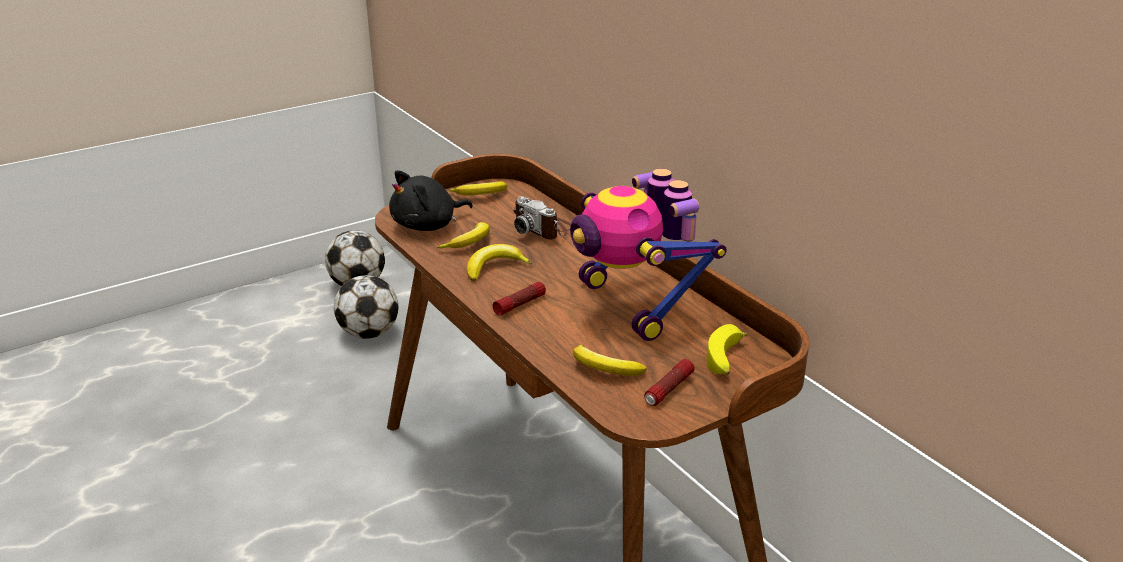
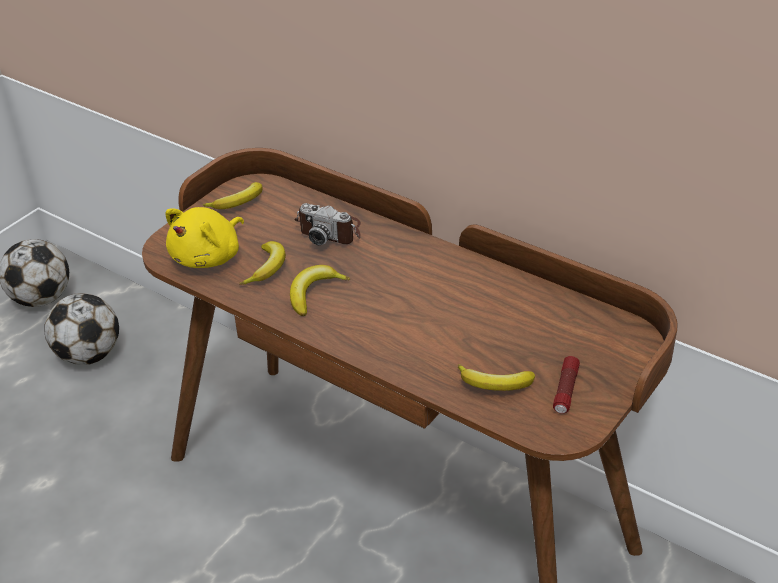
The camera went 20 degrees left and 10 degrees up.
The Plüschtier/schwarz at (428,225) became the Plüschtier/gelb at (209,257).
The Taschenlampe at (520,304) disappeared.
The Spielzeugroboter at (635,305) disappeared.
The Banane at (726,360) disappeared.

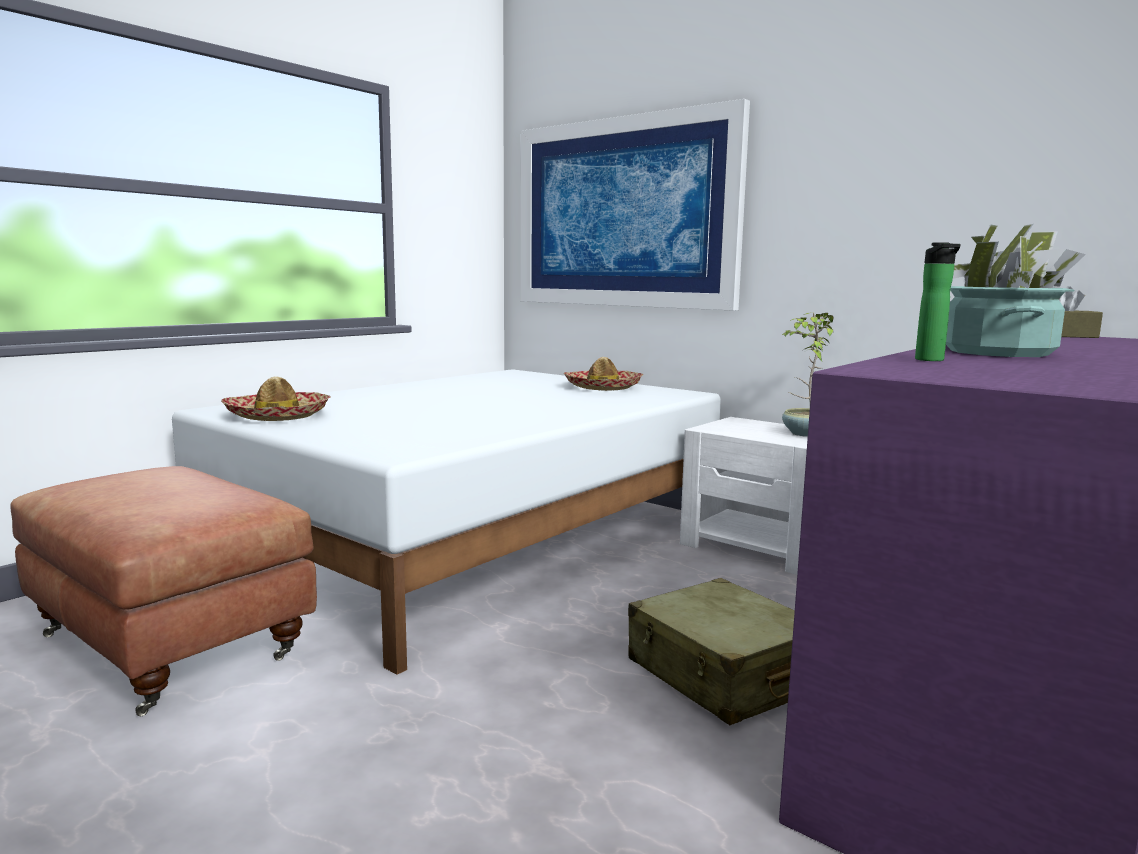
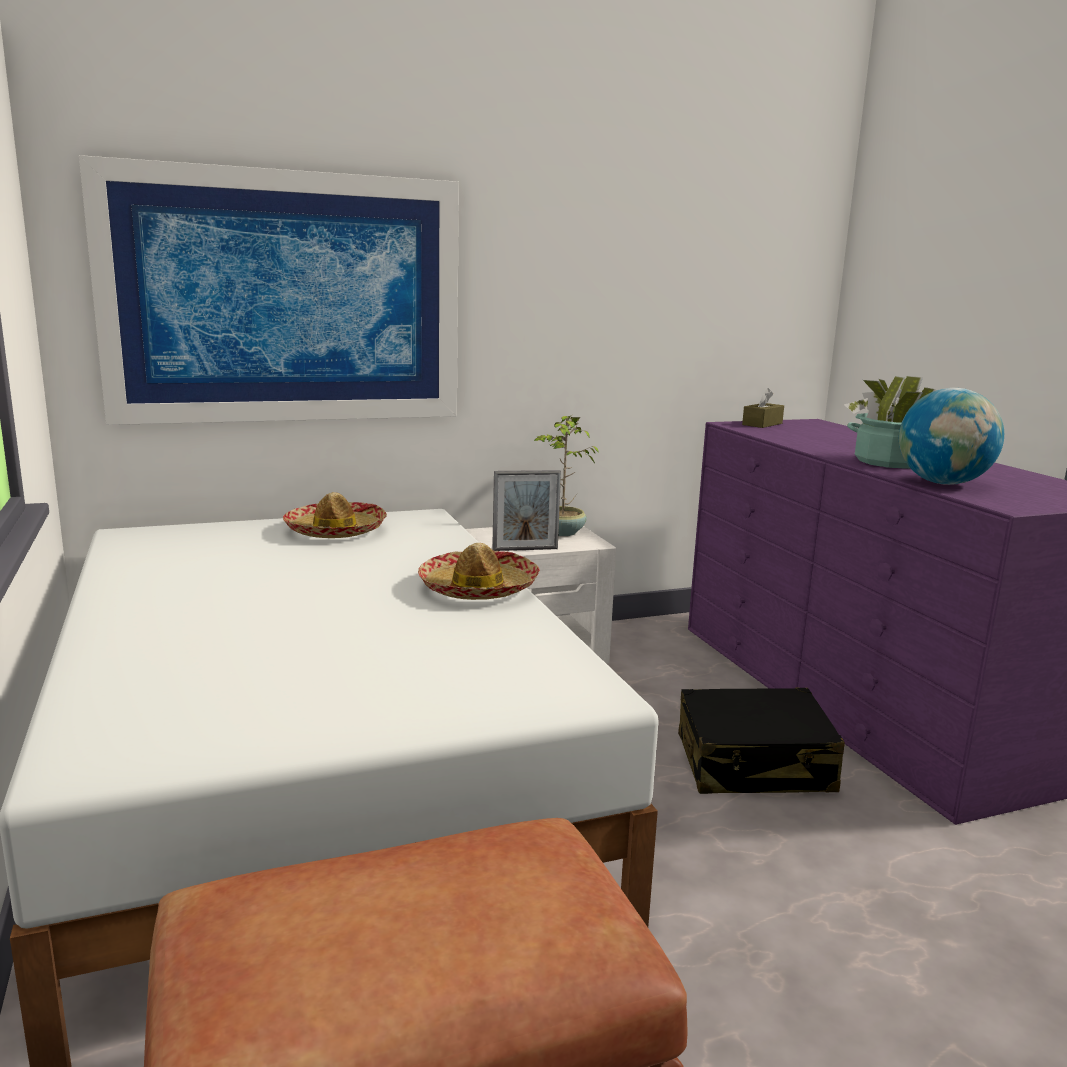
The camera went 60 degrees left and 5 degrees up.
The Hut moved from (278,416) to (478,588).
The Koffer/beige at (724,675) became the Koffer/schwarz at (754,764).
The Flasche at (931,360) was replaced by the Globus at (942,483).
The Bilderrahmen at (525,549) appeared.

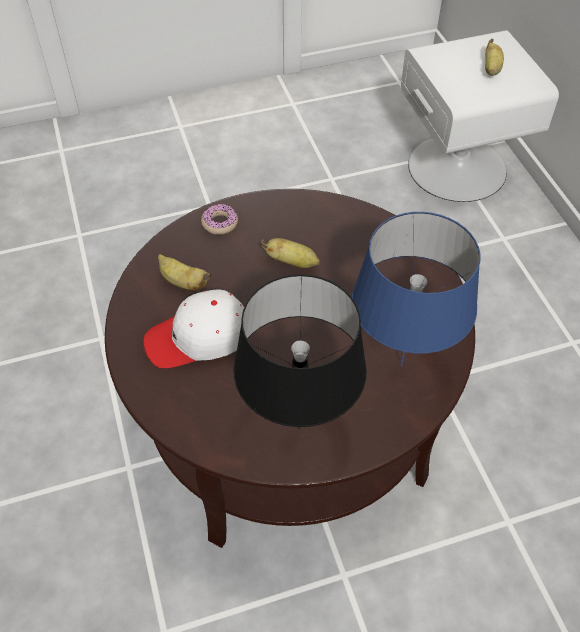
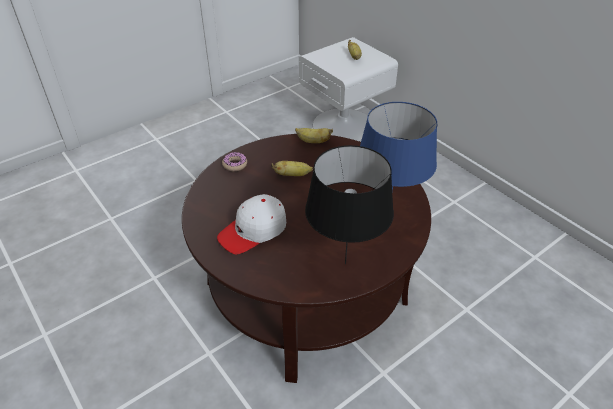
The camera went 20 degrees left and 10 degrees down.
The Banane moved from (183,282) to (313,141).

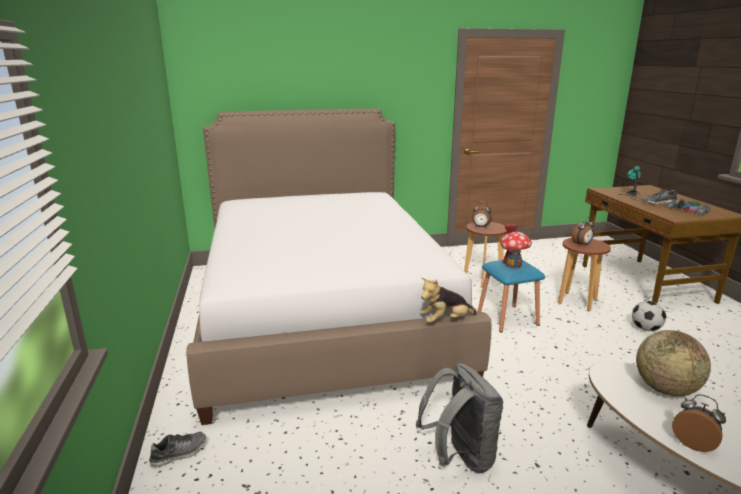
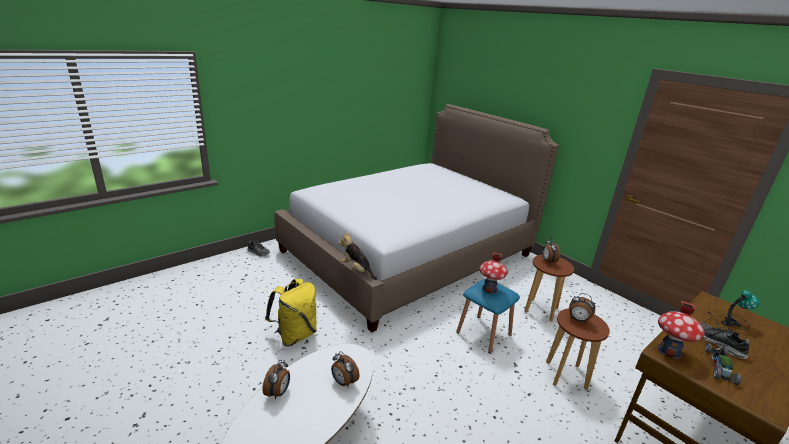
The camera went 60 degrees right and 5 degrees up.
The Rucksack/grau at (460,457) became the Rucksack/gelb at (295,335).
The Fußball at (645,329) disappeared.
The Globus at (665,389) was replaced by the Wecker at (343,382).
The Spielzeughaus at (669,351) appeared.

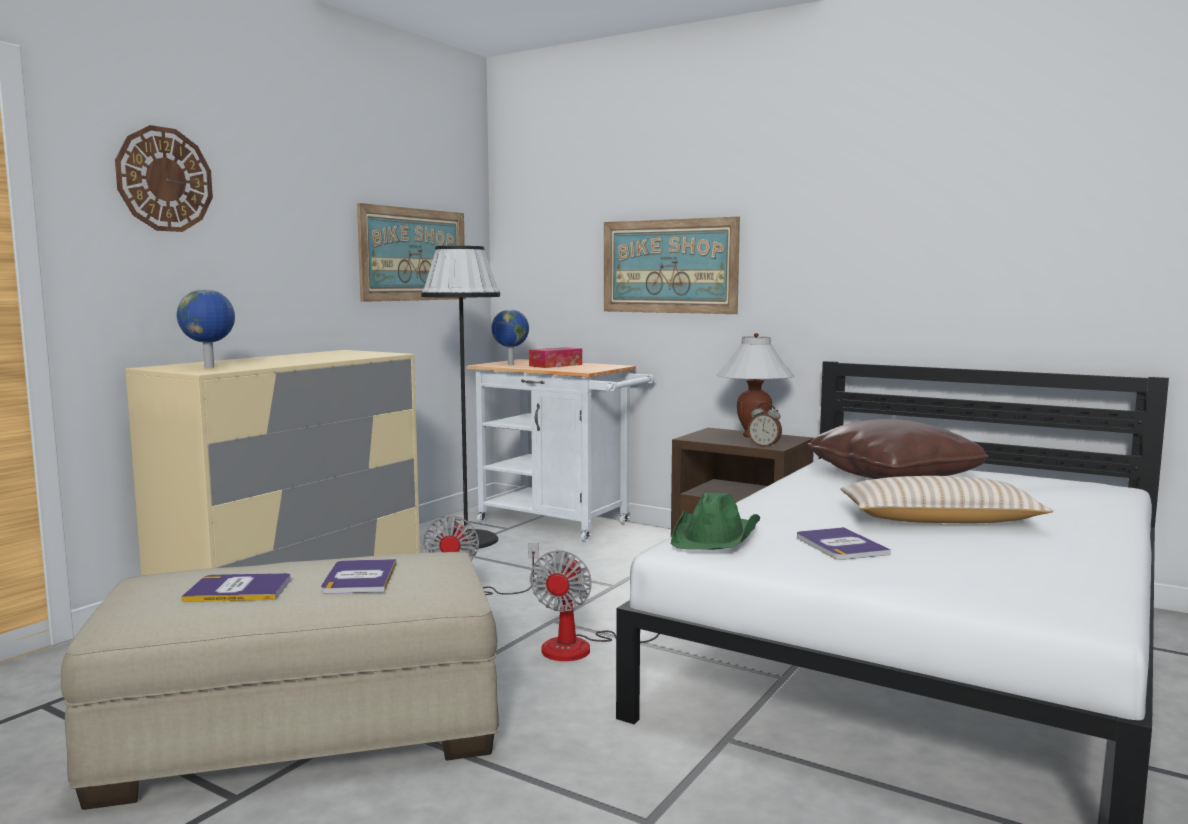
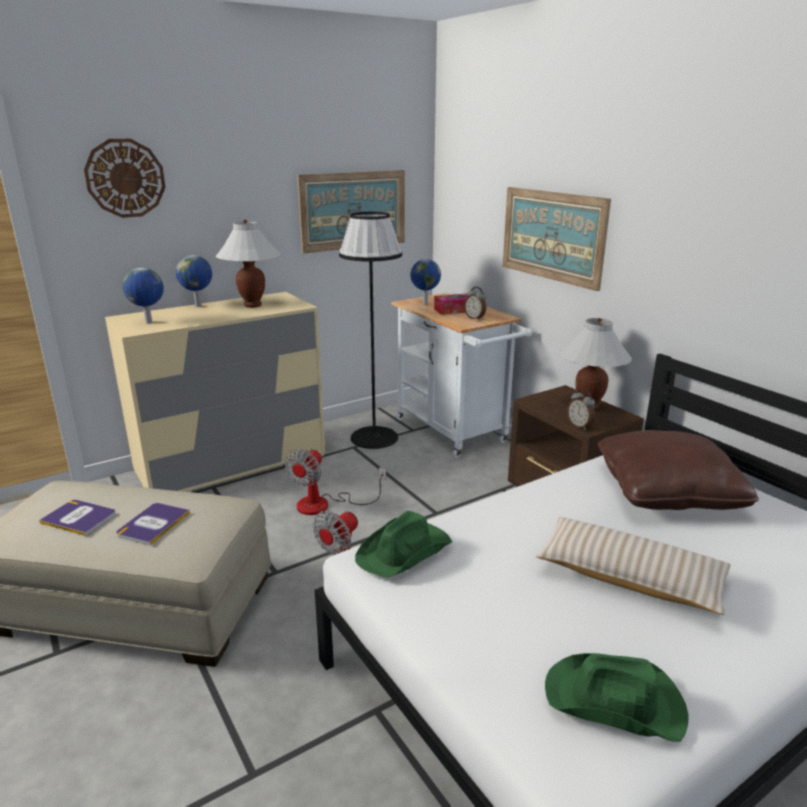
The camera went 25 degrees right and 15 degrees up.
The Buch at (840,545) disappeared.
The Globus at (199,306) appeared.
The Tischlampe/weiß at (253,305) appeared.
The Wecker at (475,318) appeared.
The Hut/grün at (615,702) appeared.

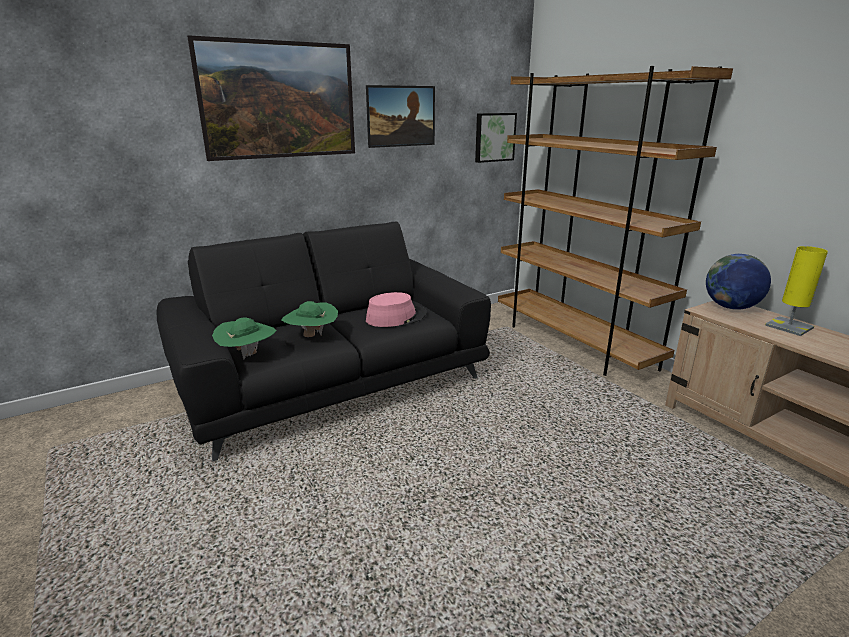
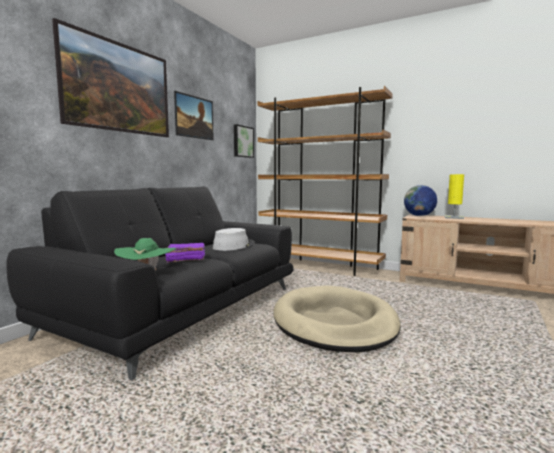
The camera went 30 degrees left and 15 degrees down.
The Hut/grün at (311,336) was replaced by the Buch/lila at (185,259).
The Hut/rosa at (396,317) became the Hut/grau at (234,246).
The Hundebett/beige at (334,323) appeared.

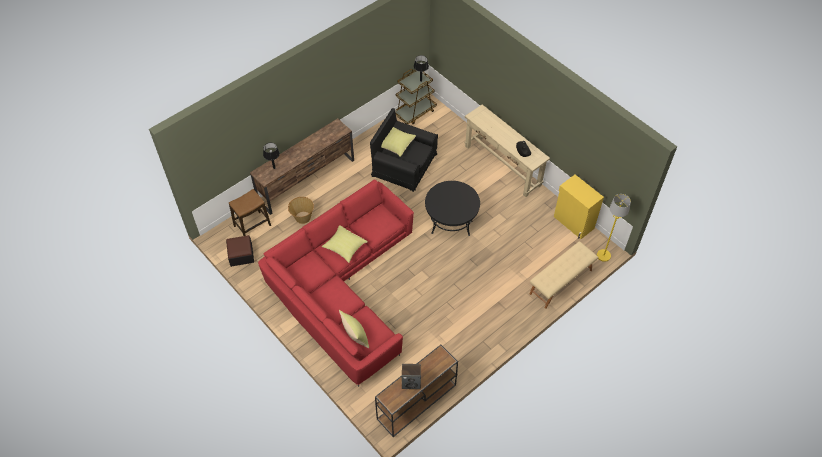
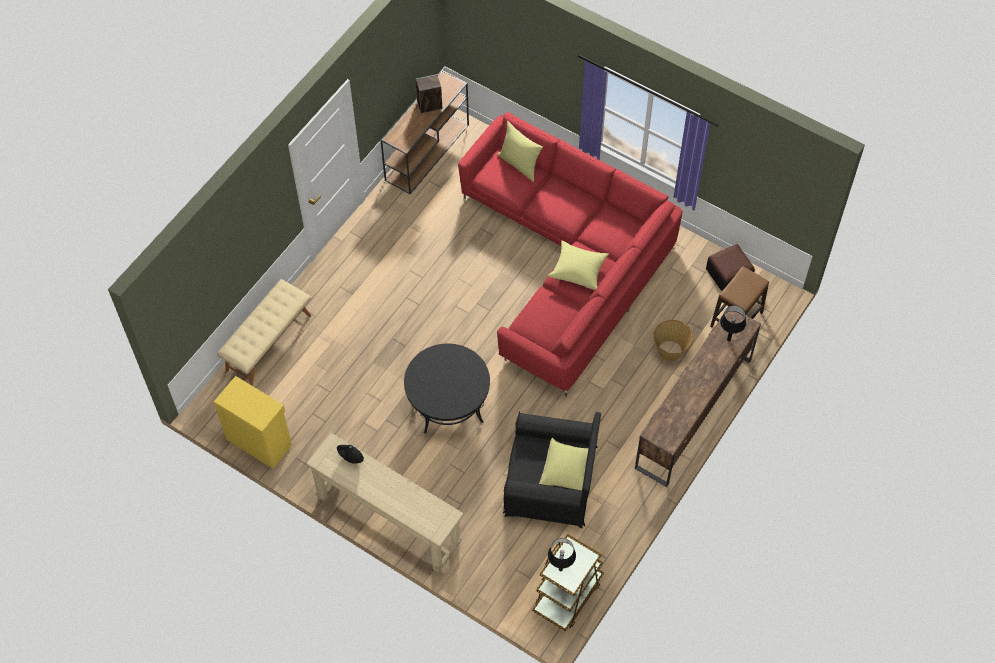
The camera went 165 degrees right and 5 degrees up.
The Stehlampe/gelb at (603,256) disappeared.

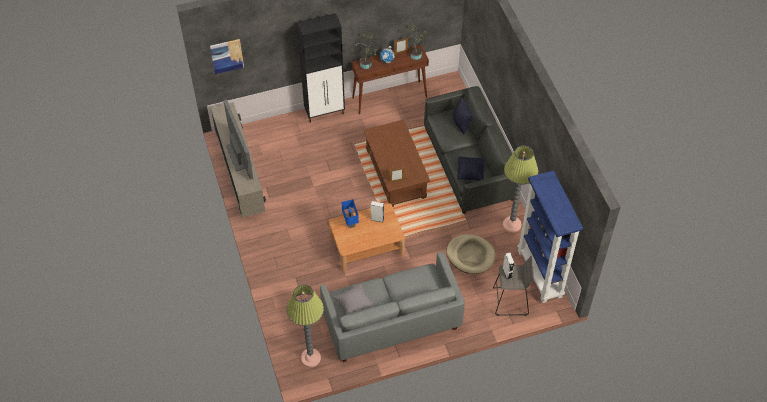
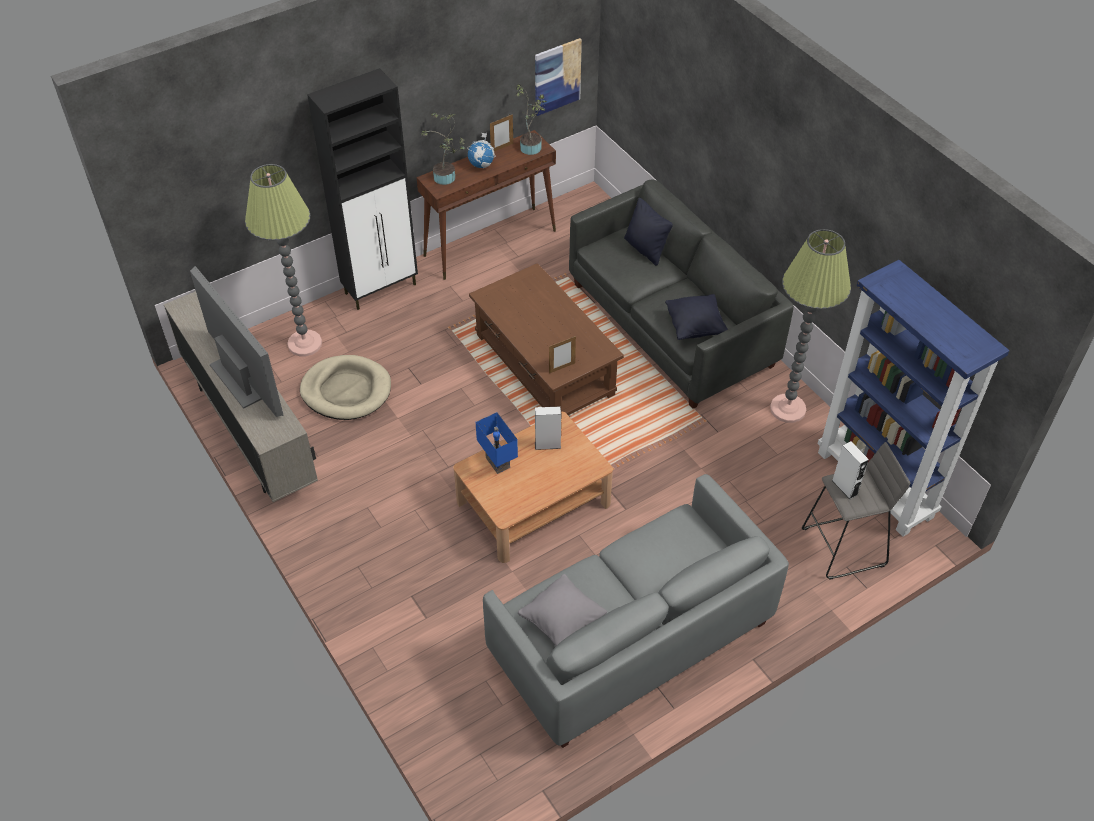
The camera went 15 degrees left and 5 degrees down.
The Bild moved from (227,56) to (557,76).
The Stehlampe moved from (310,358) to (305,344).
The Hundebett/beige moved from (470,255) to (346,390).

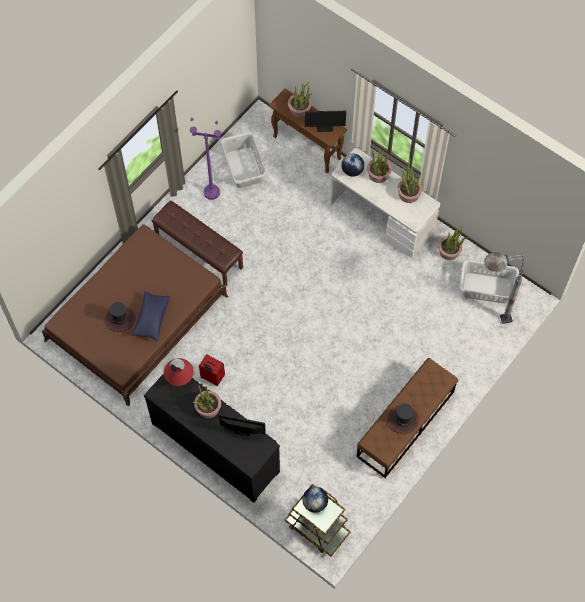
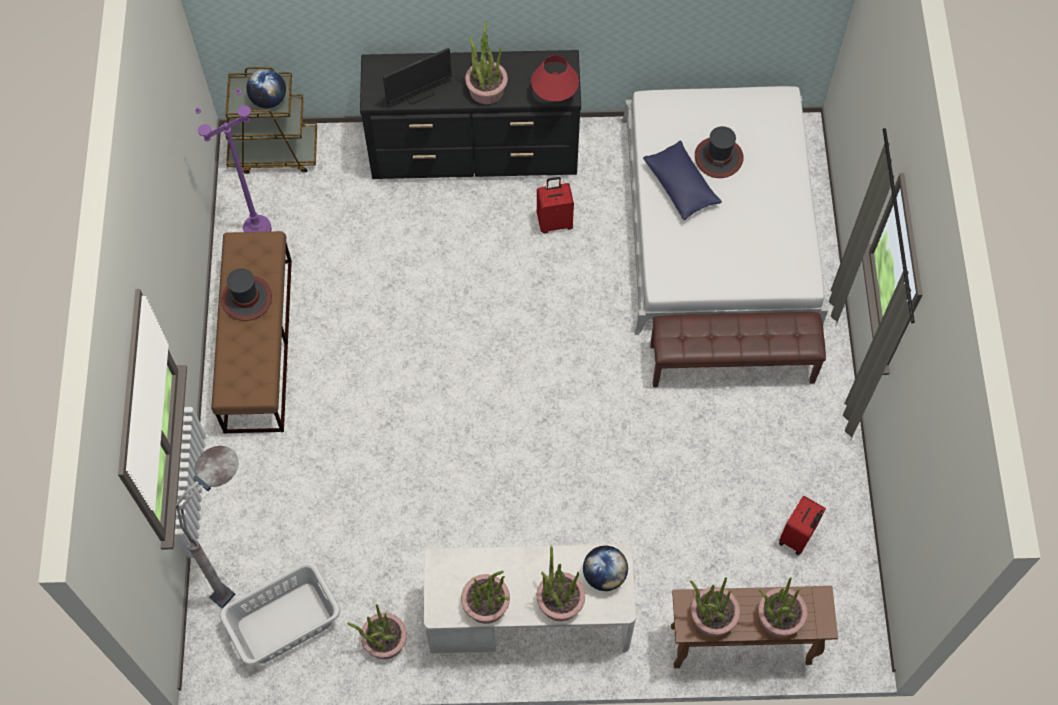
The camera went 140 degrees right and 0 degrees up.
The Bett/braun at (137,318) became the Bett/weiß at (719,221).
The Stehlampe/lila moved from (212,192) to (257,229).
The Wäschekorb/grau at (244,167) was replaced by the Koffer/rot at (797,536).
The Monitor at (324,127) was replaced by the Topfpflanze at (712,616).

